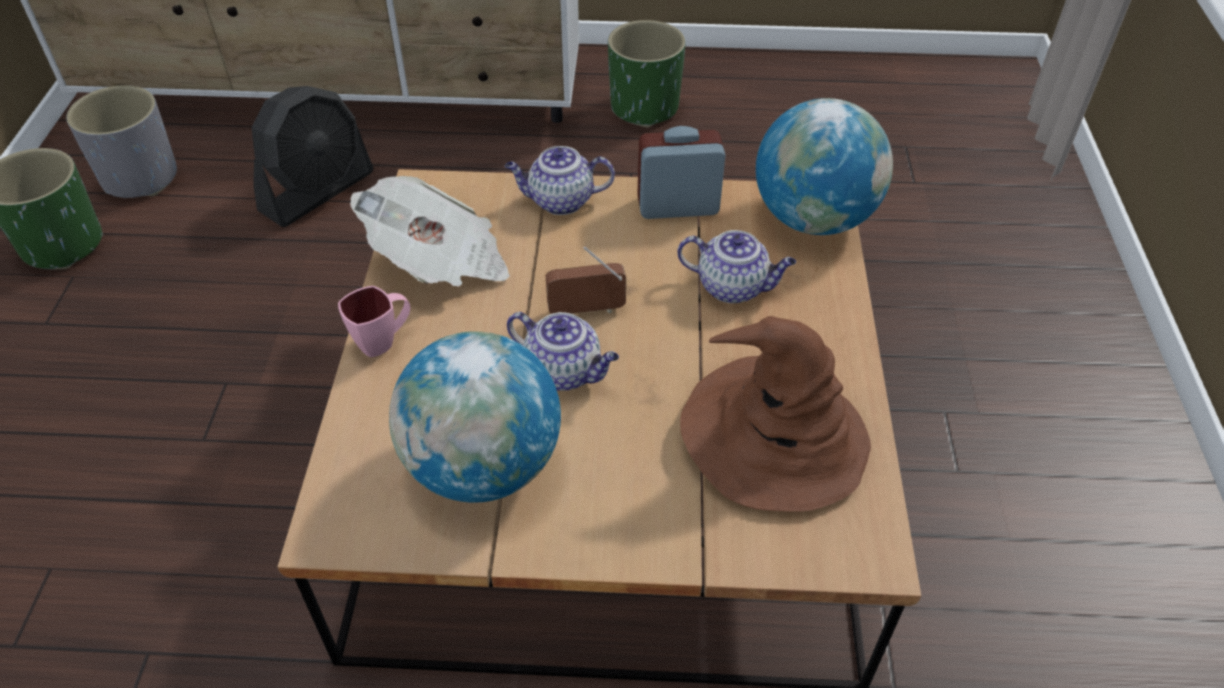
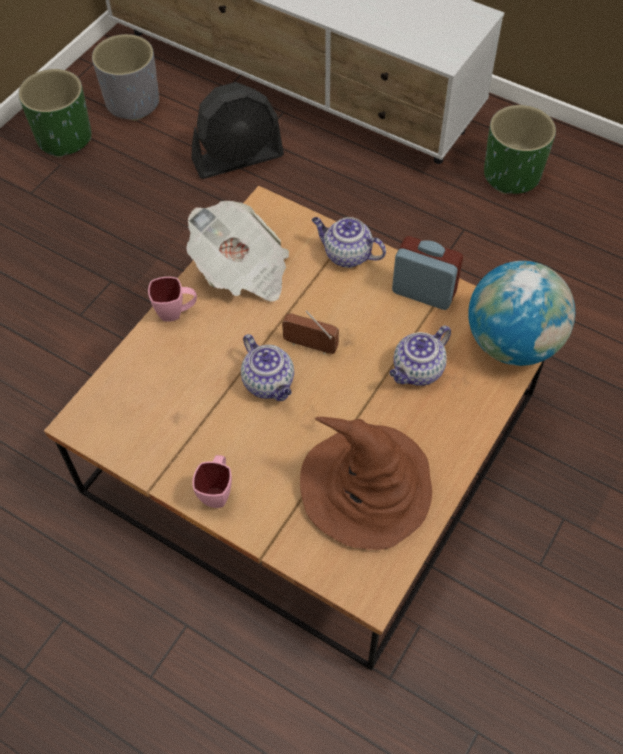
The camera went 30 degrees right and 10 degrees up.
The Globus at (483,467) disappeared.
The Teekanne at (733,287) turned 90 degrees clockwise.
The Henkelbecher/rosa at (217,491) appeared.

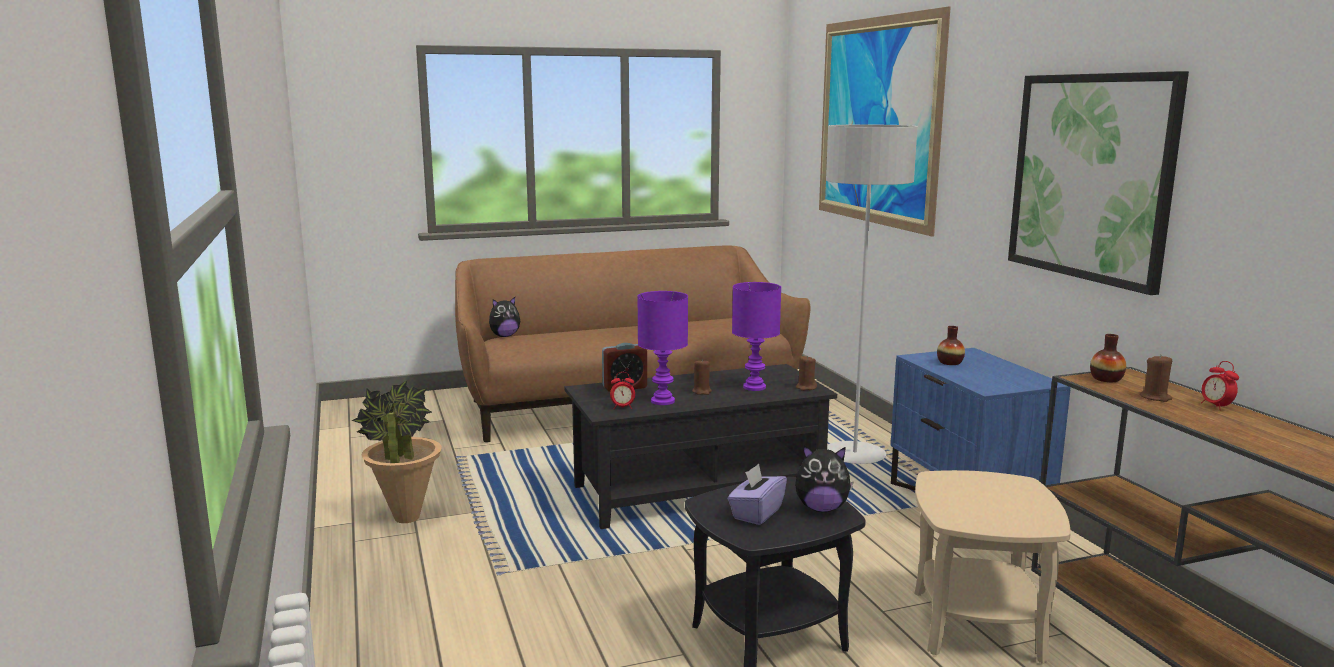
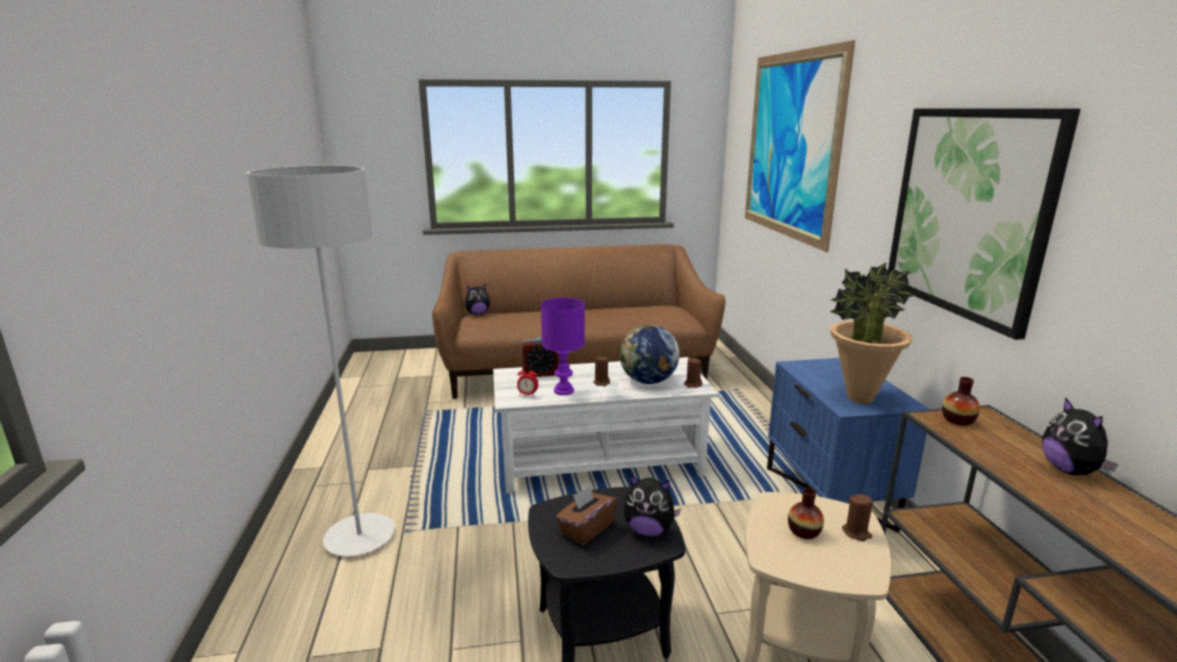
The camera went 10 degrees right and 5 degrees up.
The Topfpflanze moved from (406,518) to (859,398).
The Couchtisch/schwarz at (698,490) became the Couchtisch/weiß at (600,461).
The Taschentuchbox/lila at (756,513) became the Taschentuchbox/braun at (586,529).
The Tischlampe/lila at (754,387) was replaced by the Globus at (648,381).
The Stehlampe/grau moved from (854,456) to (360,537).
The Vase moved from (950,362) to (804,531).
The Kerze/braun moved from (1155,397) to (856,533).
The Wecker at (1216,406) was replaced by the Plüschtier at (1070,470).

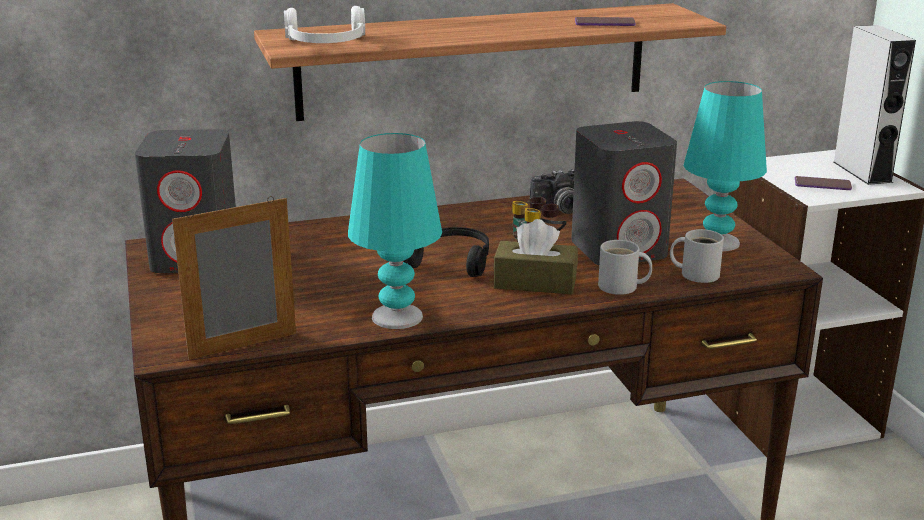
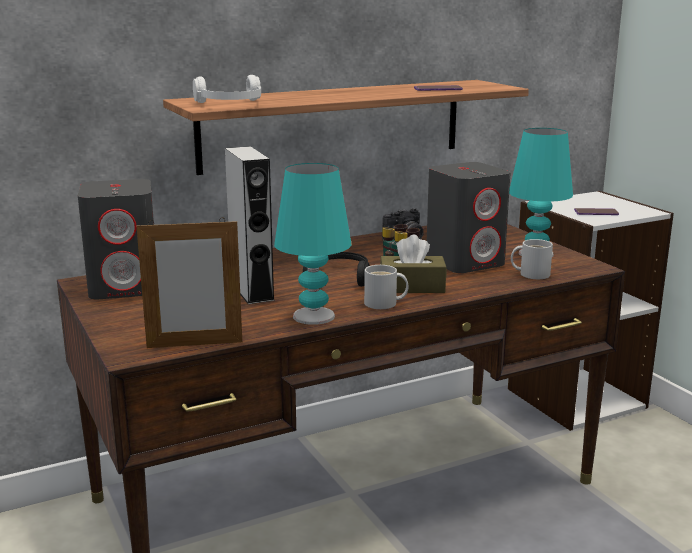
The camera went 10 degrees left and 5 degrees down.
The Bilderrahmen at (243,346) turned 150 degrees counterclockwise.
The Henkelbecher/weiß moved from (621,287) to (383,304).
The Lautsprecher/grau moved from (862,172) to (252,291).

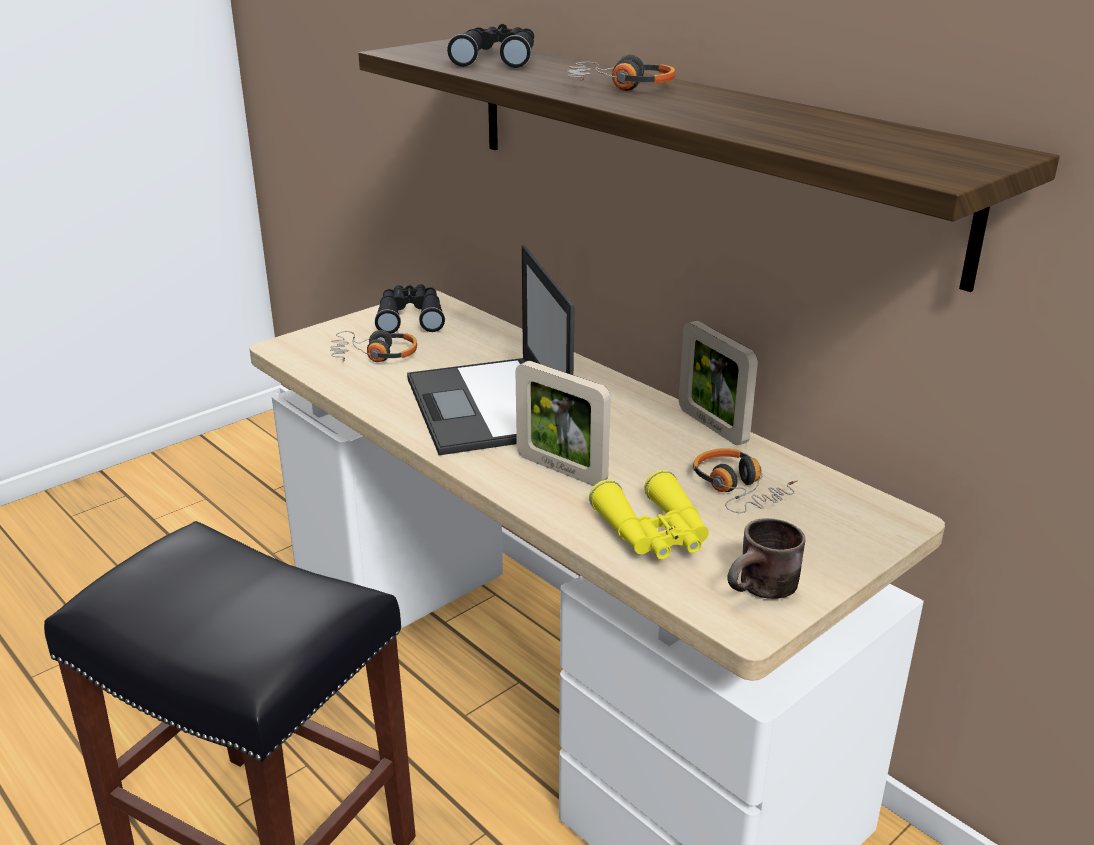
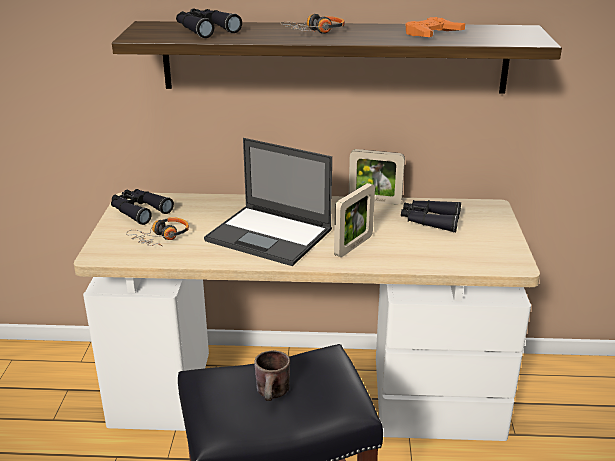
The camera went 45 degrees left and 0 degrees up.
The Bilderrahmen at (561,469) turned 45 degrees counterclockwise.
The Fernglas/gelb at (653,533) disappeared.
The Kopfhörer at (738,490) was replaced by the Fernglas/schwarz at (429,221).
The Henkelbecher/braun moved from (764,592) to (275,394).
The Gamepad/orange at (432,34) appeared.

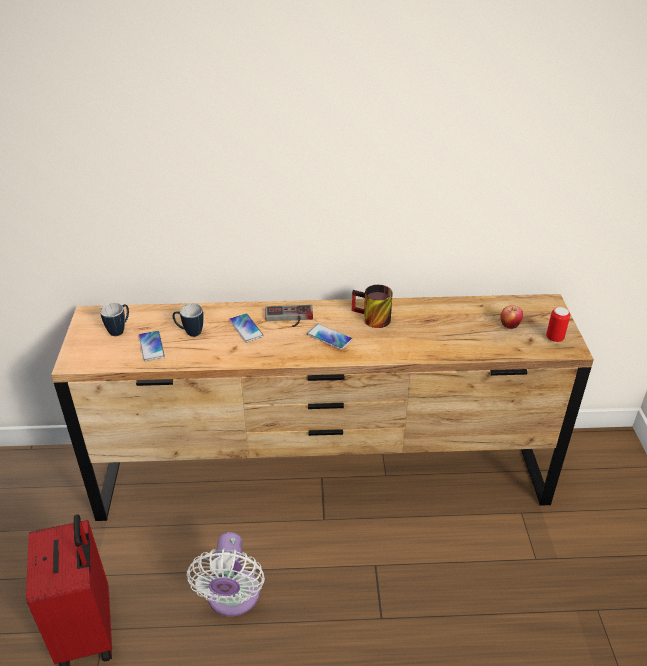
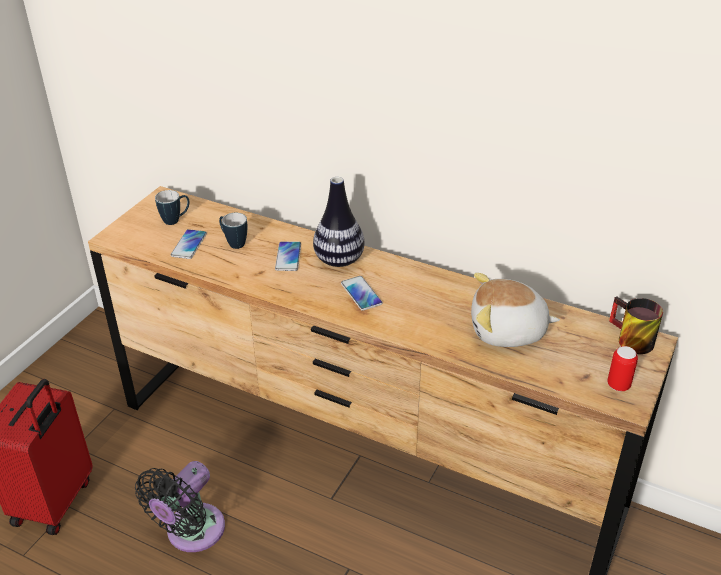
The camera went 30 degrees right and 0 degrees up.
The Ventilator/weiß at (232,598) became the Ventilator/schwarz at (191,533).
The Gamepad at (289,318) was replaced by the Vase at (339,260).
The Henkelbecher moved from (371,319) to (628,340).
The Apfel at (509,326) disappeared.
The Plüschtier at (508,331) appeared.

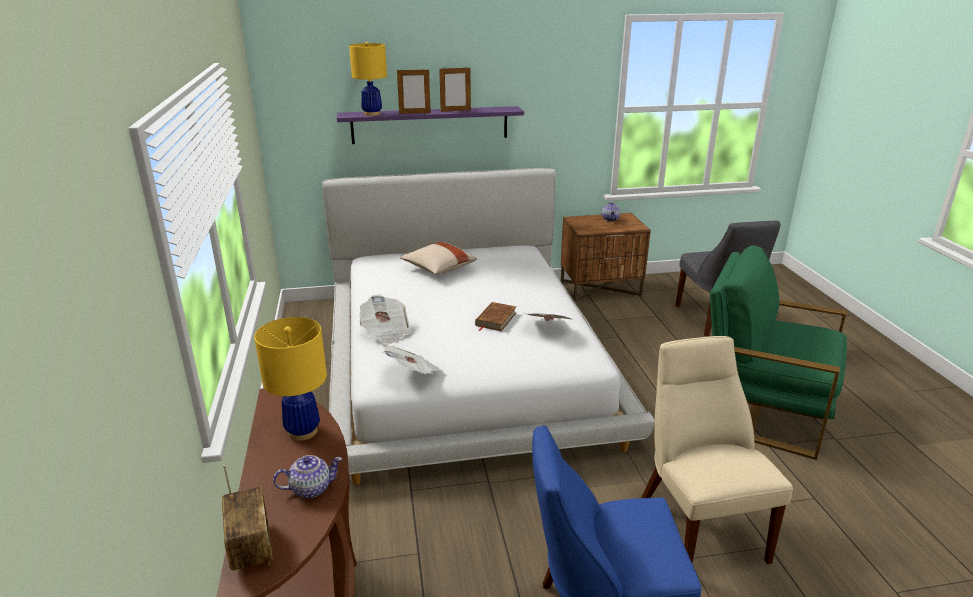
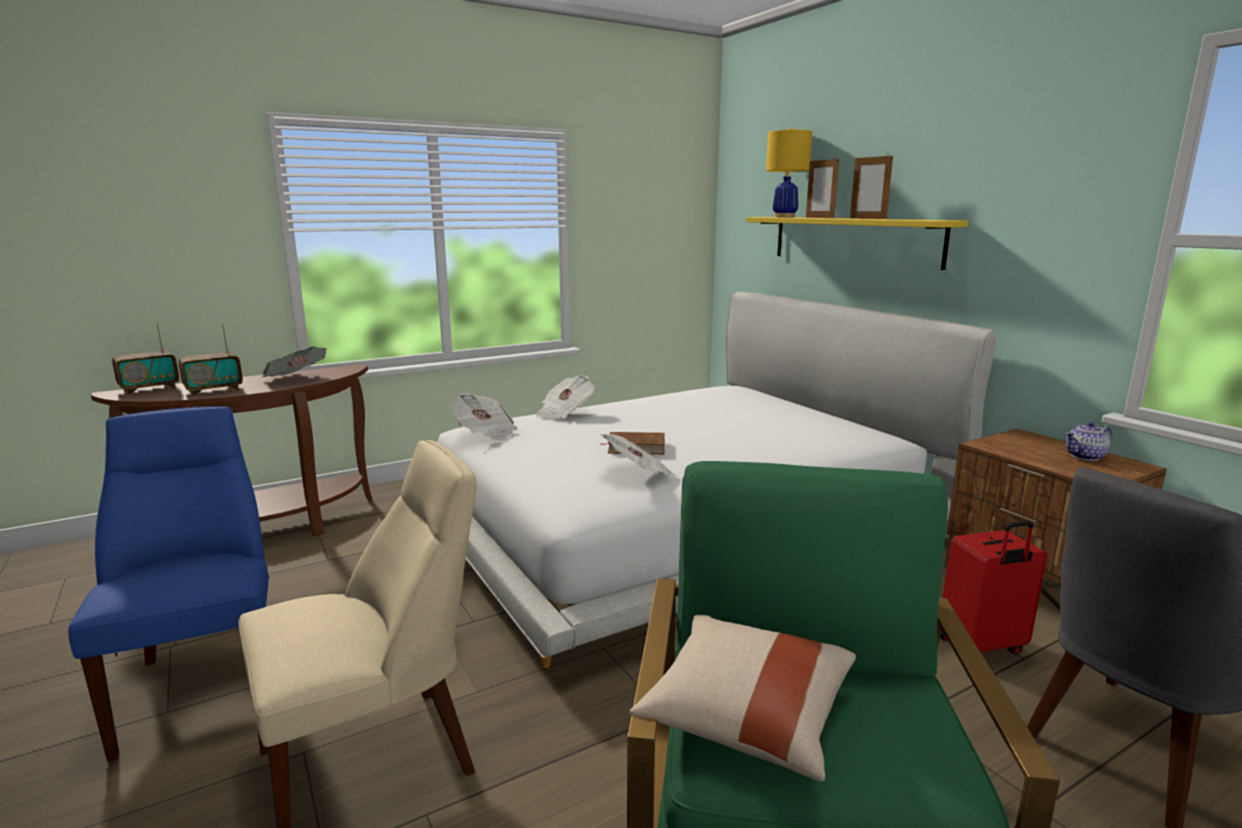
The camera went 70 degrees right and 10 degrees down.
The Tischlampe/gelb at (302,431) was replaced by the Zeitung at (296,379).
The Teekanne at (310,488) was replaced by the Radio at (214,391).
The Wandregal/lila at (430,125) became the Wandregal/gelb at (853,240).
The Kissen/beige moved from (438,269) to (747,716).
The Koffer/rot at (982,646) appeared.

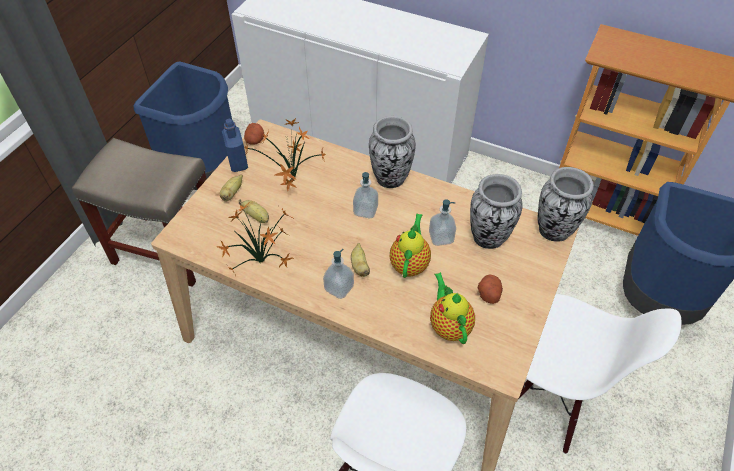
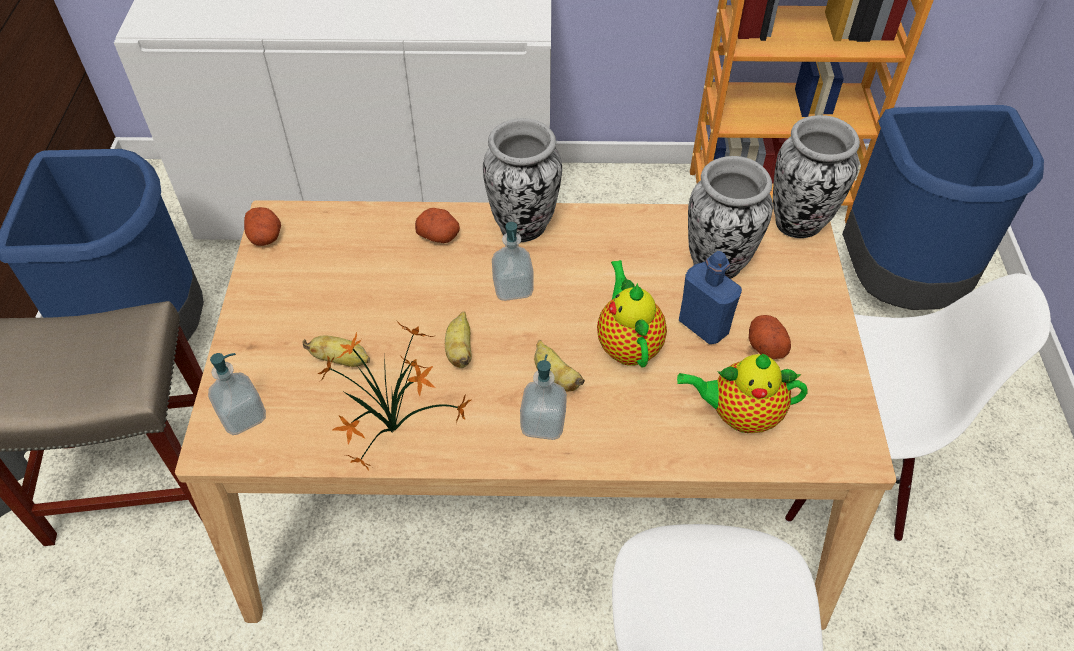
The camera went 25 degrees left and 0 degrees up.
The Banane moved from (232,193) to (460,350).
The Flasche/blau moved from (238,163) to (703,326).
The Topfpflanze at (292,182) disappeared.
The Seifenspender moved from (441,237) to (243,416).
The Teekanne at (449,325) turned 45 degrees counterclockwise.
The Kartoffel at (439,235) appeared.

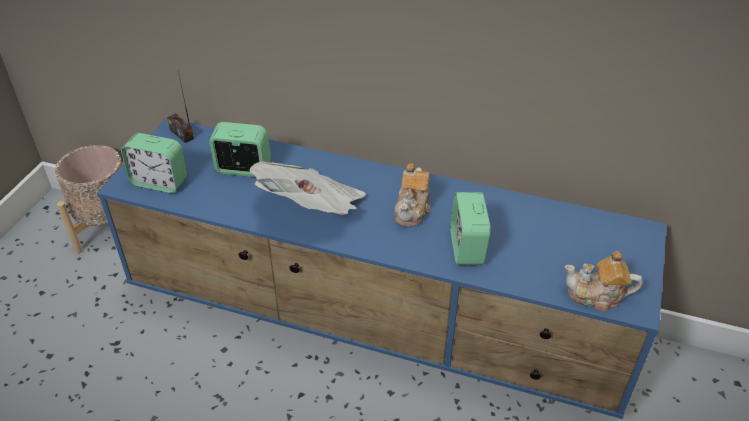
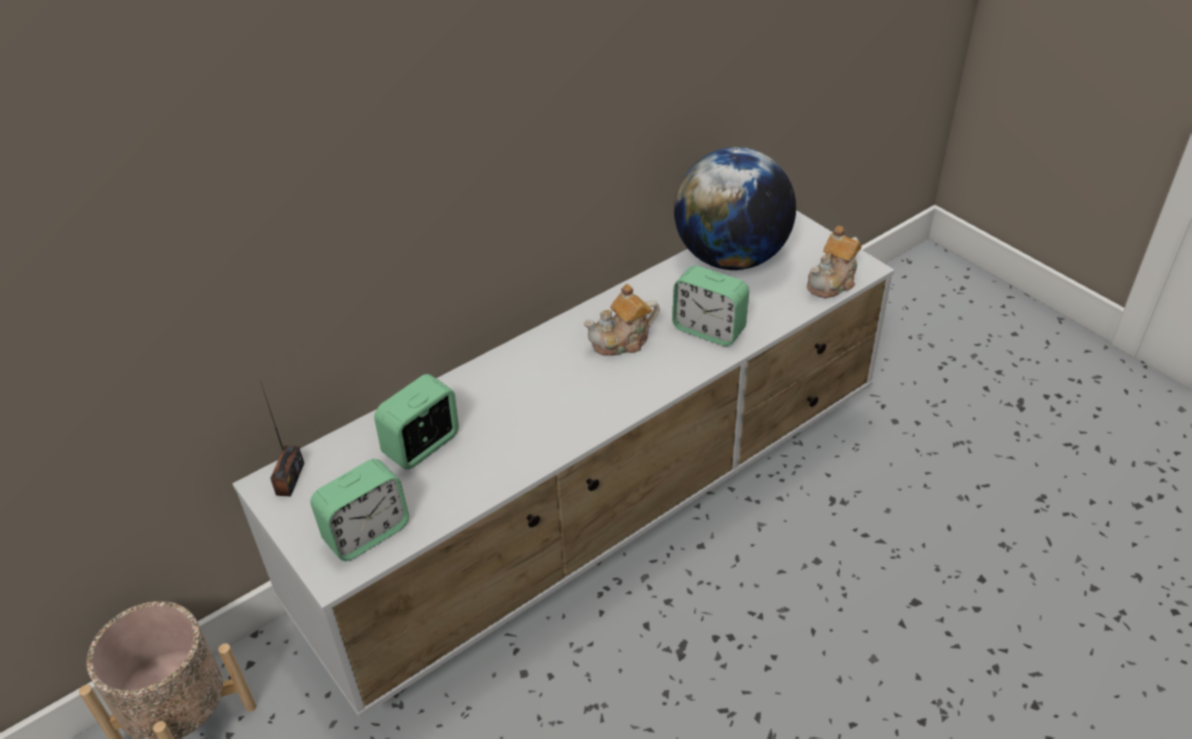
The camera went 55 degrees left and 0 degrees up.
The Fernsehschrank/blau at (377,324) became the Fernsehschrank/weiß at (604,513).
The Radio at (182,134) turned 75 degrees counterclockwise.
The Zeitung at (312,209) disappeared.
The Teekanne at (412,210) turned 105 degrees clockwise.
The Globus at (731,258) appeared.

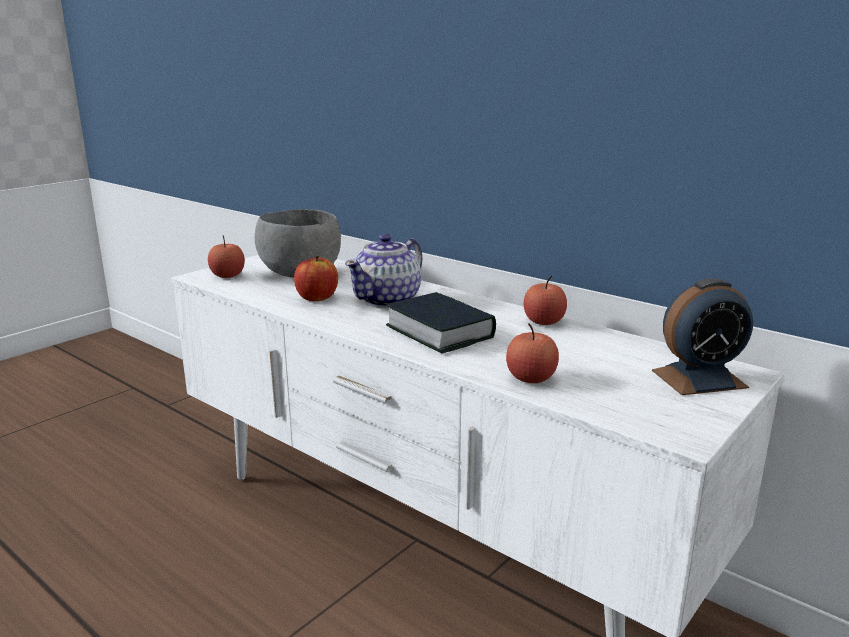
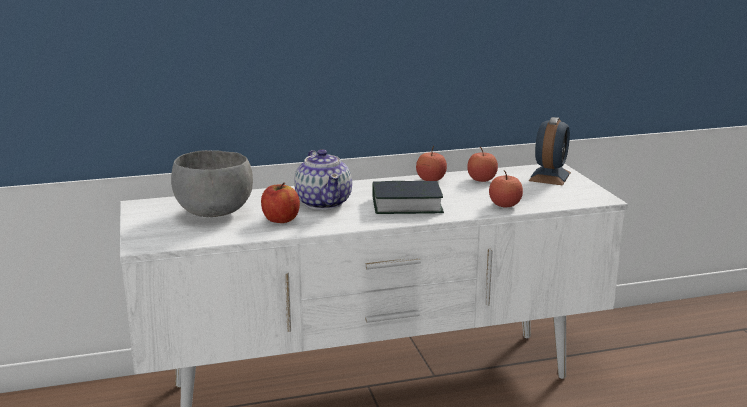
The camera went 55 degrees left and 0 degrees up.
The Apfel moved from (227,275) to (481,179).

